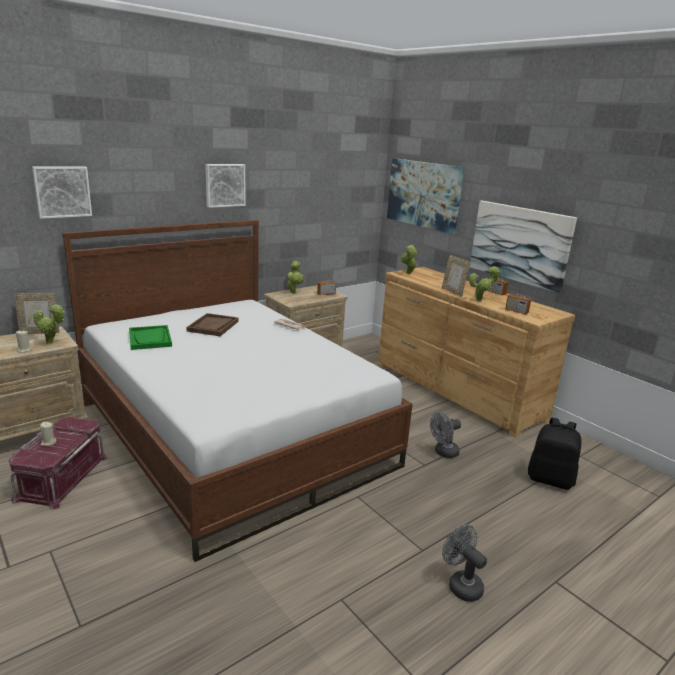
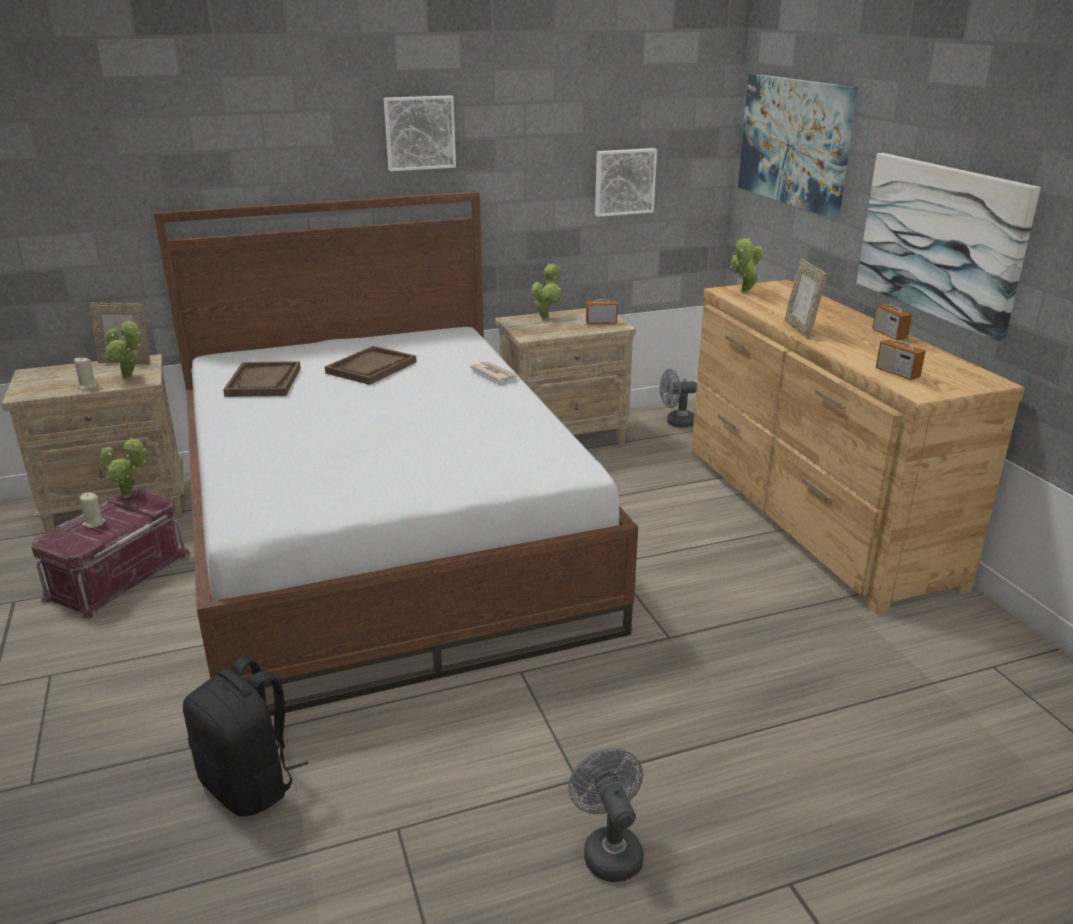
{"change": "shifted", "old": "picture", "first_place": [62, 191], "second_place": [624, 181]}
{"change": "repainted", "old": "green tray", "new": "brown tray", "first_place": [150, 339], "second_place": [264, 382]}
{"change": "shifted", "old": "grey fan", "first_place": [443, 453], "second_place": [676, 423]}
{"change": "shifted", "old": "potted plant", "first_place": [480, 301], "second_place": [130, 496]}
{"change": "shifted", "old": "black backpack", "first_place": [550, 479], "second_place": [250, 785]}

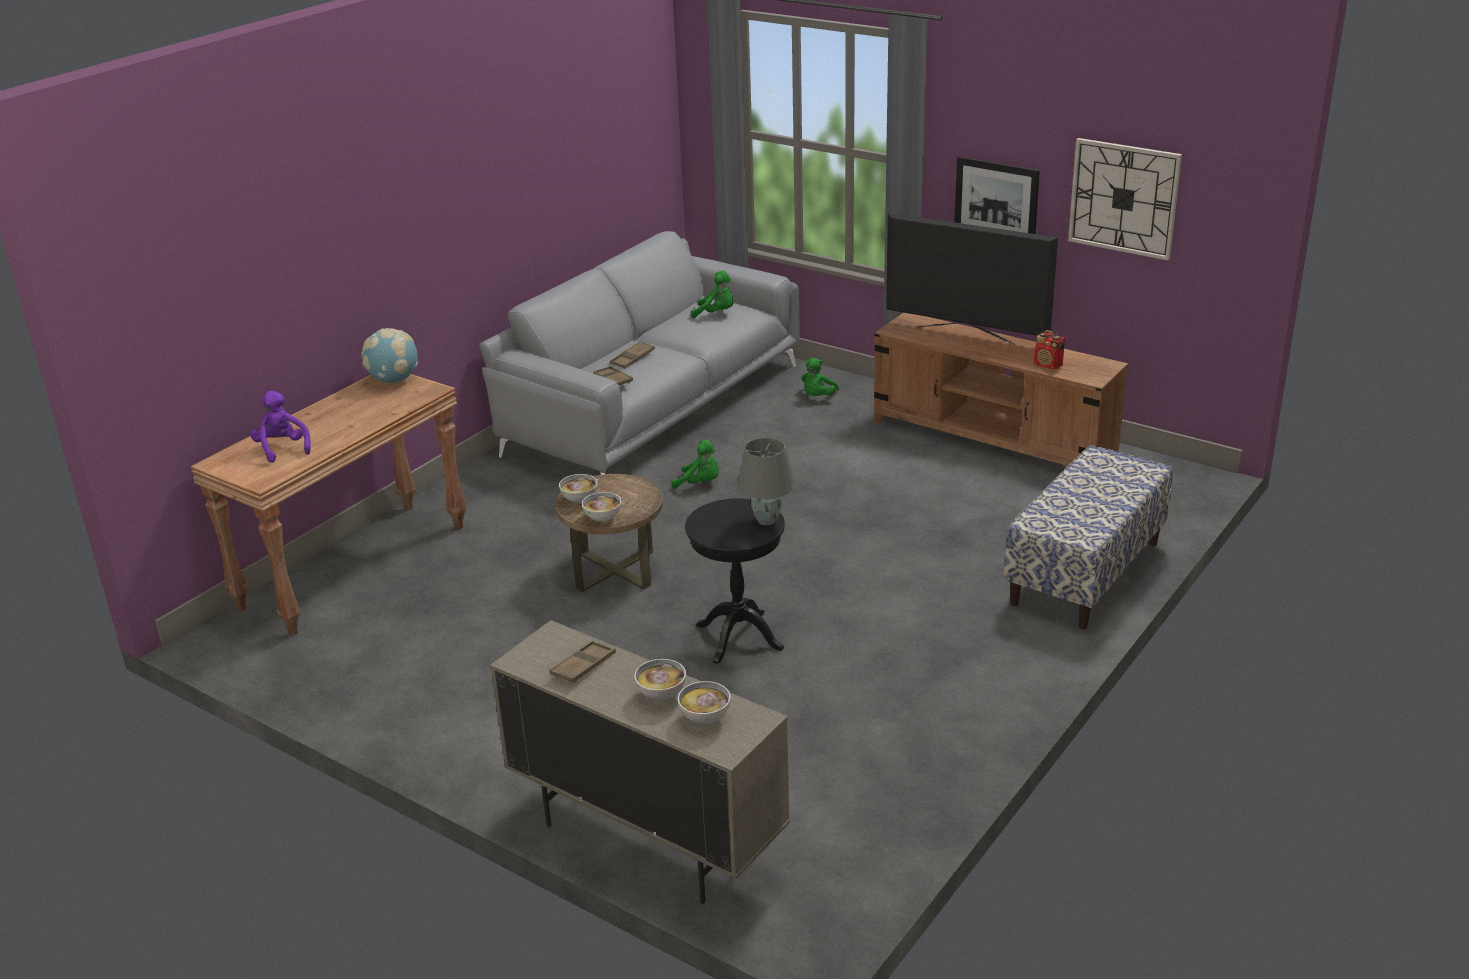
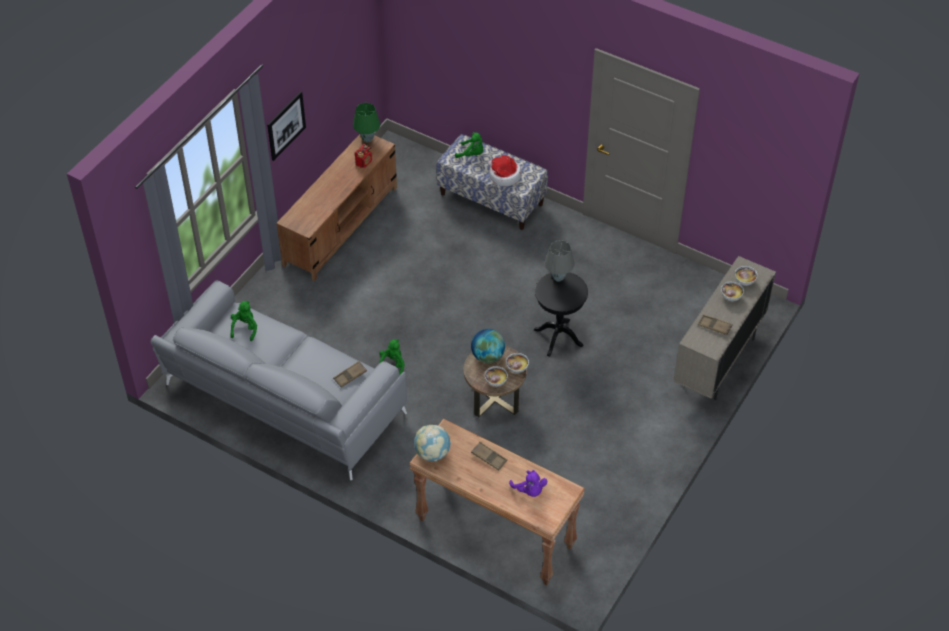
{"change": "rotated", "old": "purple plush toy", "first_place": [282, 449], "second_place": [529, 490], "degrees": -90}
{"change": "shifted", "old": "brown tray", "first_place": [632, 358], "second_place": [489, 457]}
{"change": "shifted", "old": "green plush toy", "first_place": [818, 397], "second_place": [472, 154]}
{"change": "gone", "old": "television", "first_place": [966, 335]}
{"change": "gone", "old": "wall clock", "first_place": [1124, 198]}
{"change": "new", "new": "green table lamp", "second_place": [367, 139]}
{"change": "new", "new": "globe", "second_place": [488, 356]}
{"change": "new", "new": "hat", "second_place": [504, 176]}

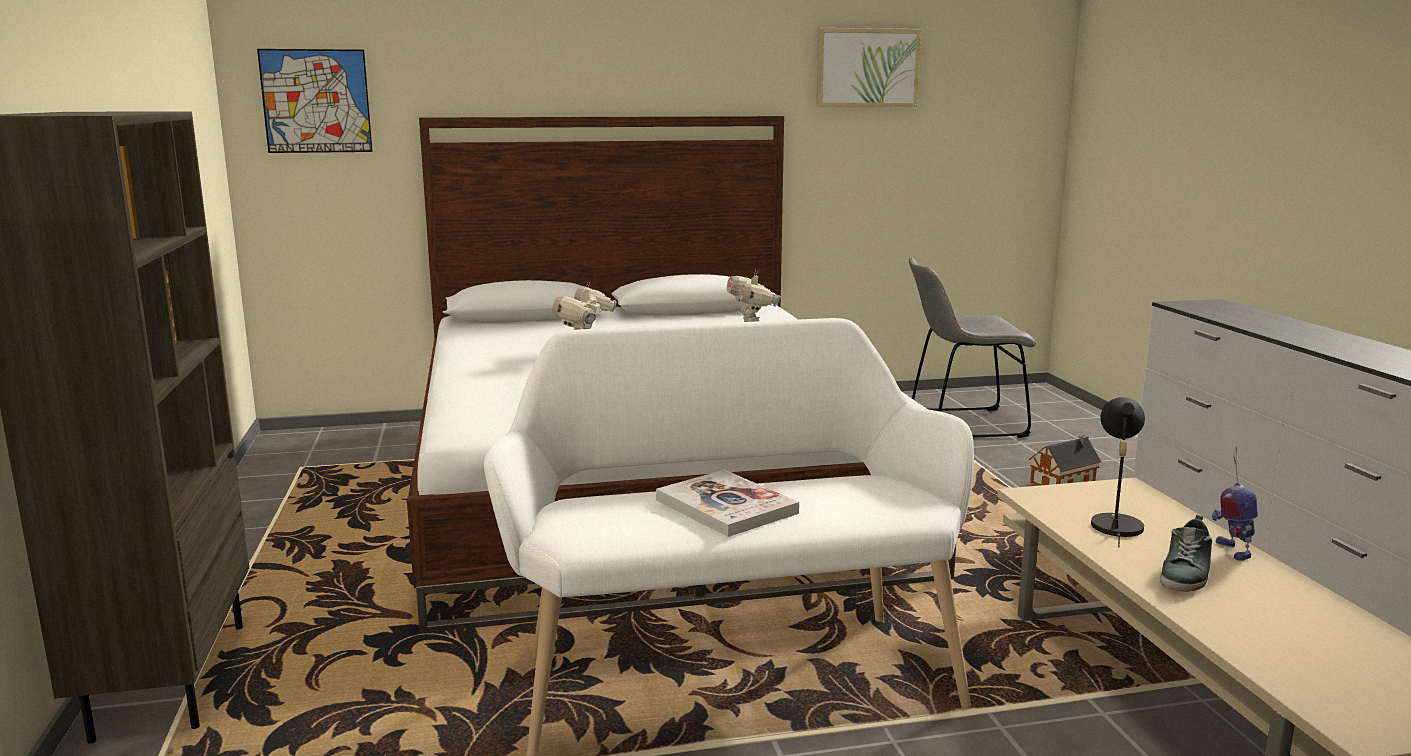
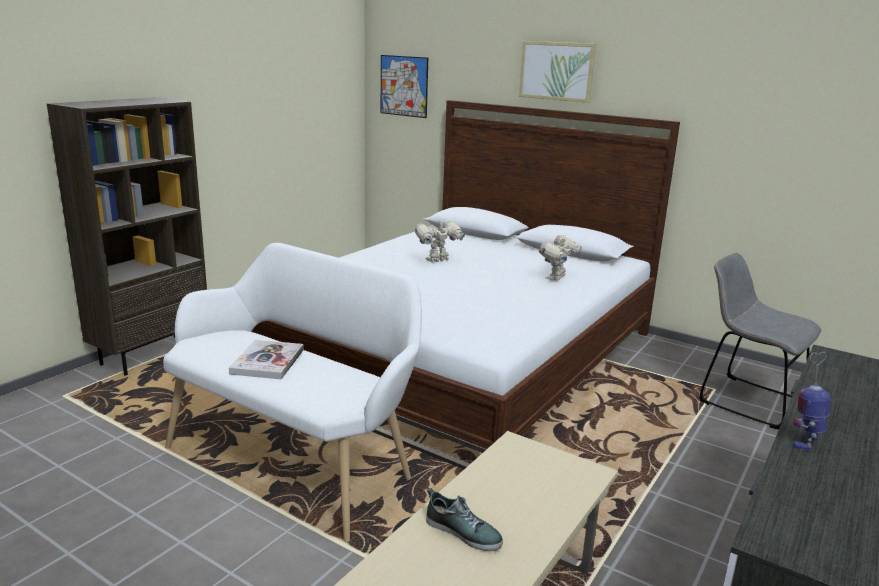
{"change": "shifted", "old": "picture", "first_place": [867, 68], "second_place": [557, 71]}
{"change": "gone", "old": "toy house", "first_place": [1065, 482]}
{"change": "gone", "old": "black table lamp", "first_place": [1114, 523]}
{"change": "rotated", "old": "shoe", "first_place": [1186, 573], "second_place": [463, 532], "degrees": -135}
{"change": "shifted", "old": "toy robot", "first_place": [1231, 550], "second_place": [805, 441]}

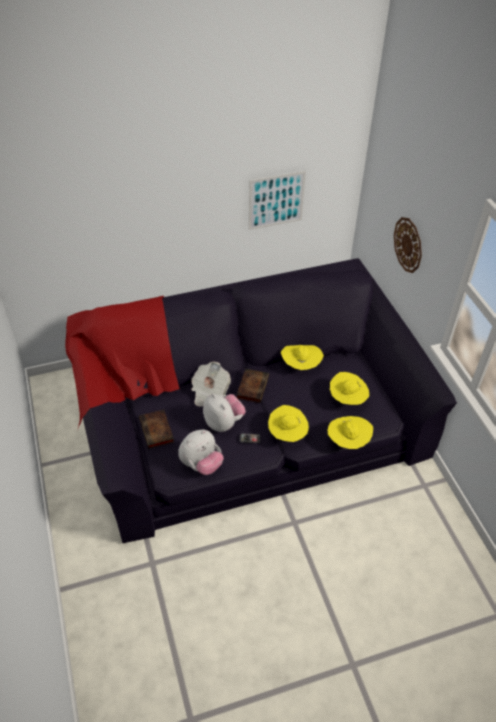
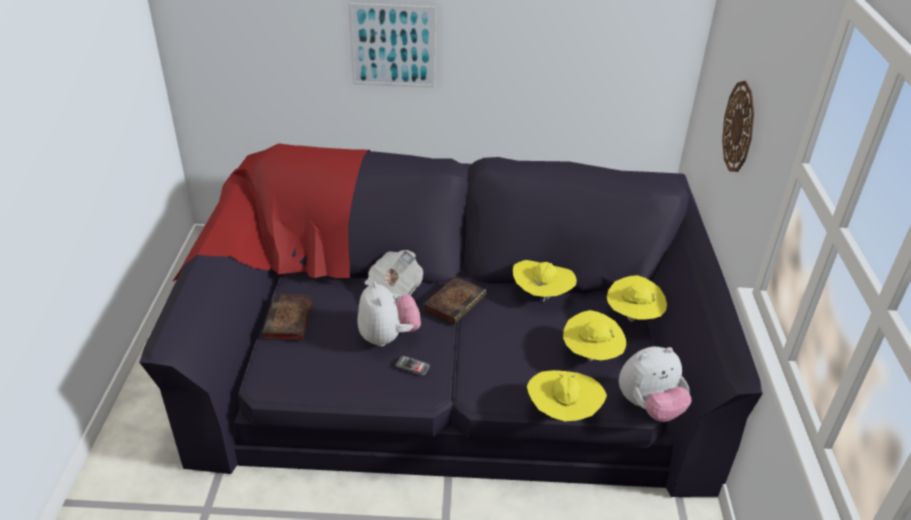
{"change": "shifted", "old": "plush toy", "first_place": [201, 464], "second_place": [649, 407]}
{"change": "shifted", "old": "picture", "first_place": [276, 200], "second_place": [392, 46]}
{"change": "shifted", "old": "yellow hat", "first_place": [287, 434], "second_place": [632, 318]}

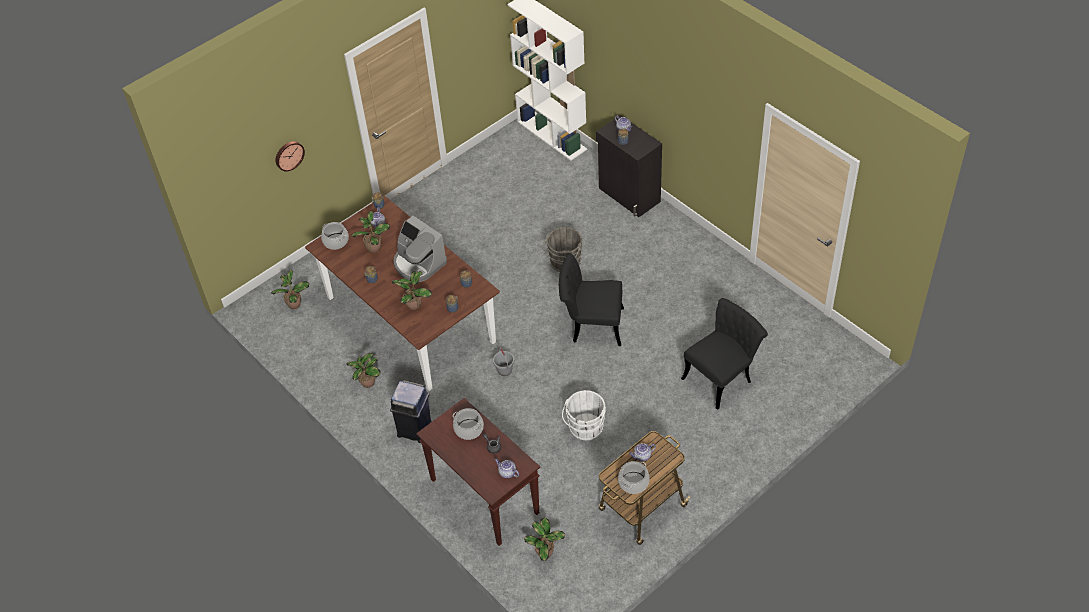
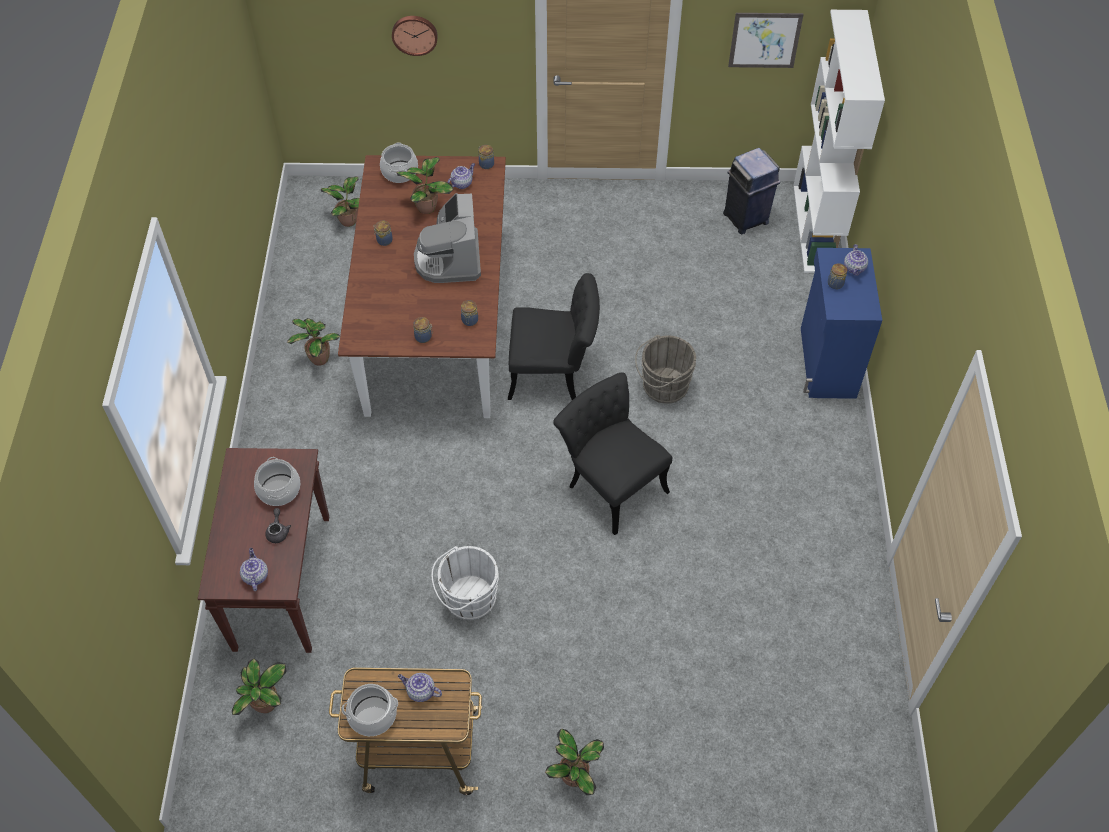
{"change": "shifted", "old": "blue trash can", "first_place": [415, 429], "second_place": [746, 219]}
{"change": "shifted", "old": "potted plant", "first_place": [414, 304], "second_place": [575, 776]}
{"change": "gone", "old": "grey bucket", "first_place": [504, 370]}
{"change": "repainted", "old": "black cabinet", "new": "blue cabinet", "first_place": [629, 195], "second_place": [826, 363]}
{"change": "shifted", "old": "black chair", "first_place": [722, 376], "second_place": [554, 373]}
{"change": "new", "new": "picture", "second_place": [765, 40]}

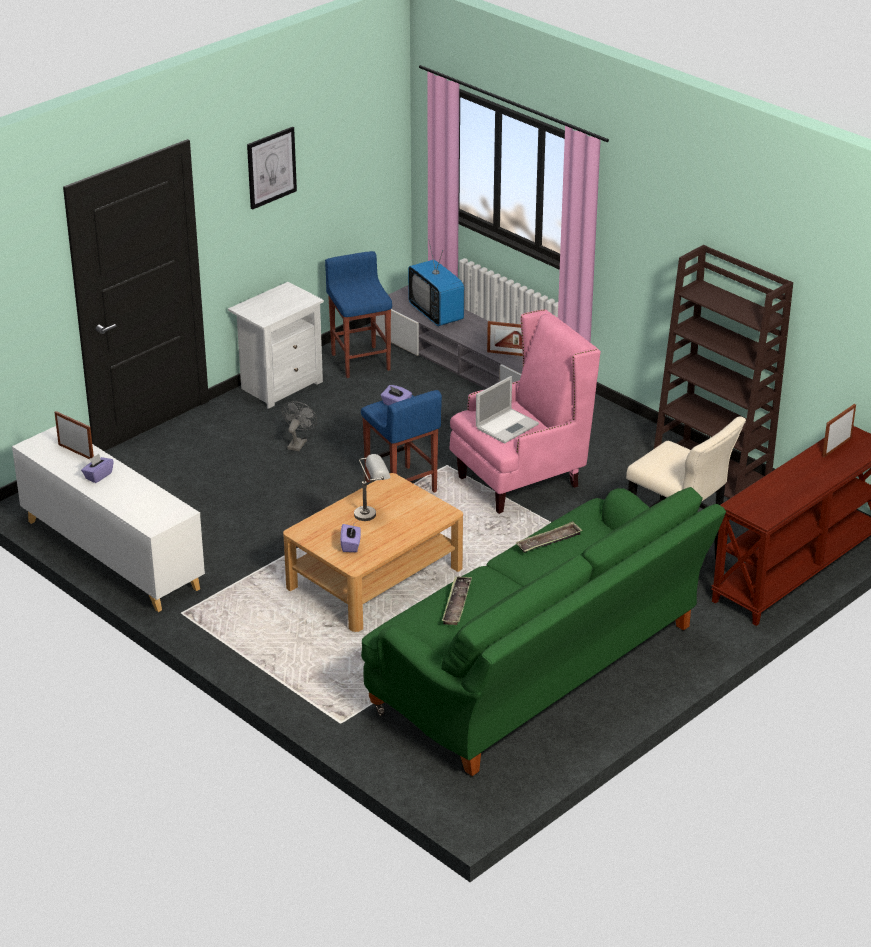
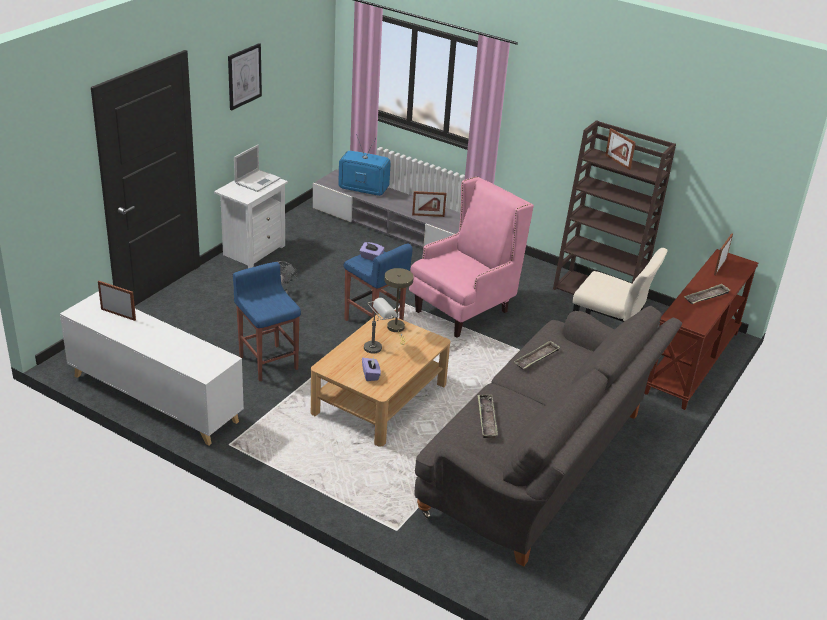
{"change": "gone", "old": "purple tissue box", "first_place": [98, 476]}
{"change": "shifted", "old": "blue stool", "first_place": [360, 361], "second_place": [268, 362]}
{"change": "repainted", "old": "green sofa", "new": "grey sofa", "first_place": [542, 671], "second_place": [542, 465]}
{"change": "rotated", "old": "television", "first_place": [436, 314], "second_place": [363, 189], "degrees": 150}
{"change": "shifted", "old": "laptop", "first_place": [507, 425], "second_place": [258, 180]}
{"change": "new", "new": "beige table lamp", "second_place": [397, 329]}
{"change": "new", "new": "picture frame", "second_place": [617, 162]}
{"change": "new", "new": "tray", "second_place": [706, 297]}

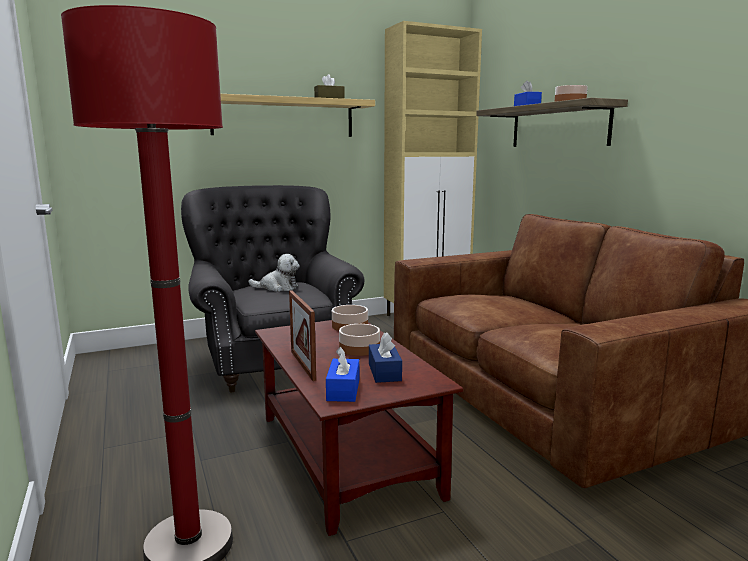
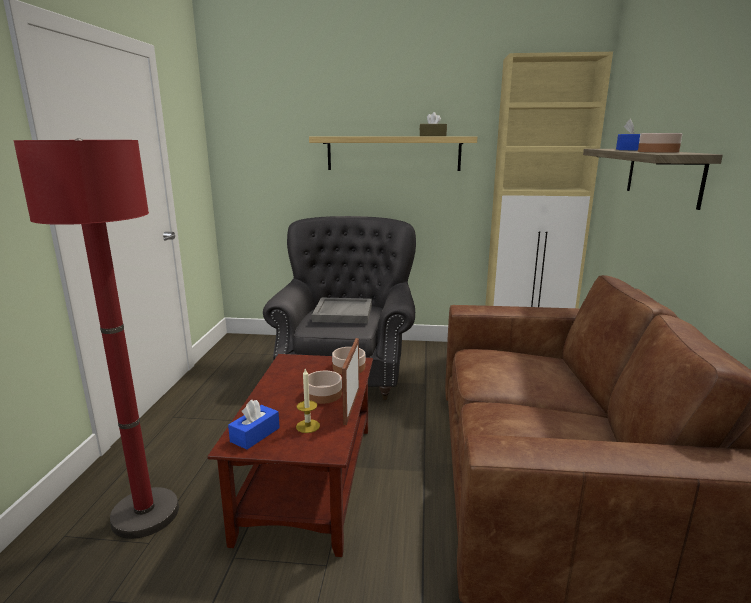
{"change": "swapped", "old": "plush toy", "new": "grey tray", "first_place": [278, 287], "second_place": [342, 313]}
{"change": "shifted", "old": "picture frame", "first_place": [302, 365], "second_place": [351, 405]}
{"change": "swapped", "old": "blue tissue box", "new": "candle", "first_place": [384, 372], "second_place": [308, 426]}

